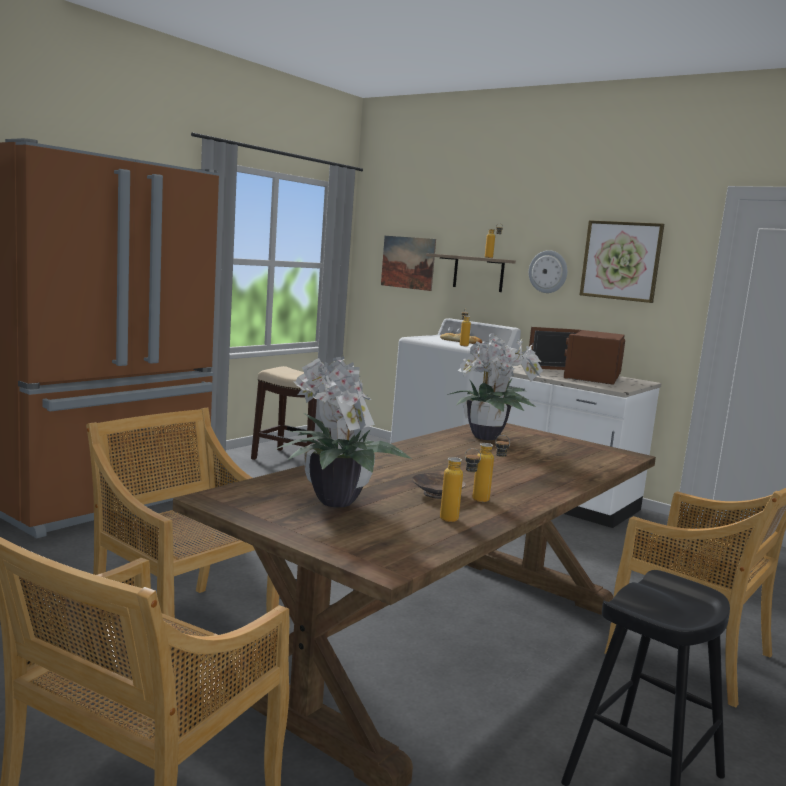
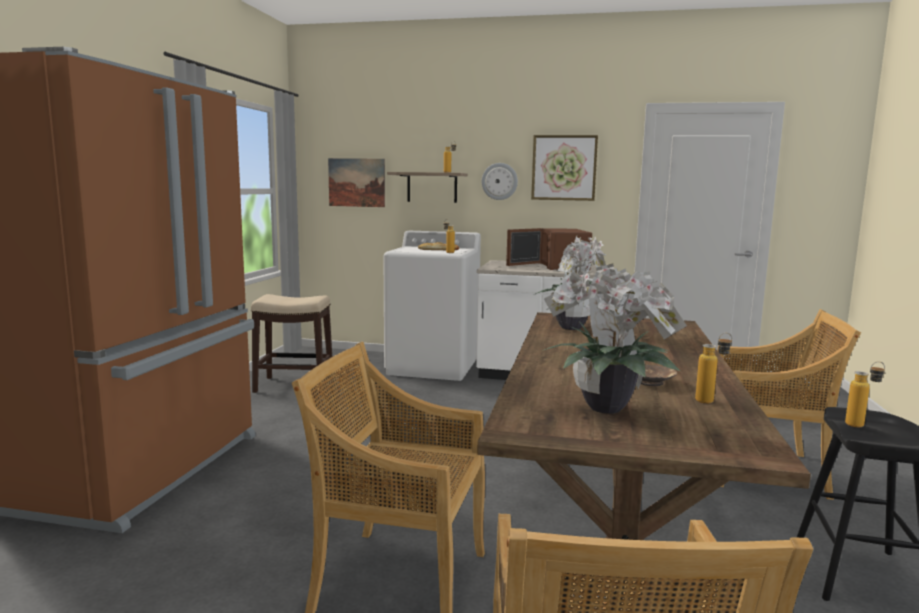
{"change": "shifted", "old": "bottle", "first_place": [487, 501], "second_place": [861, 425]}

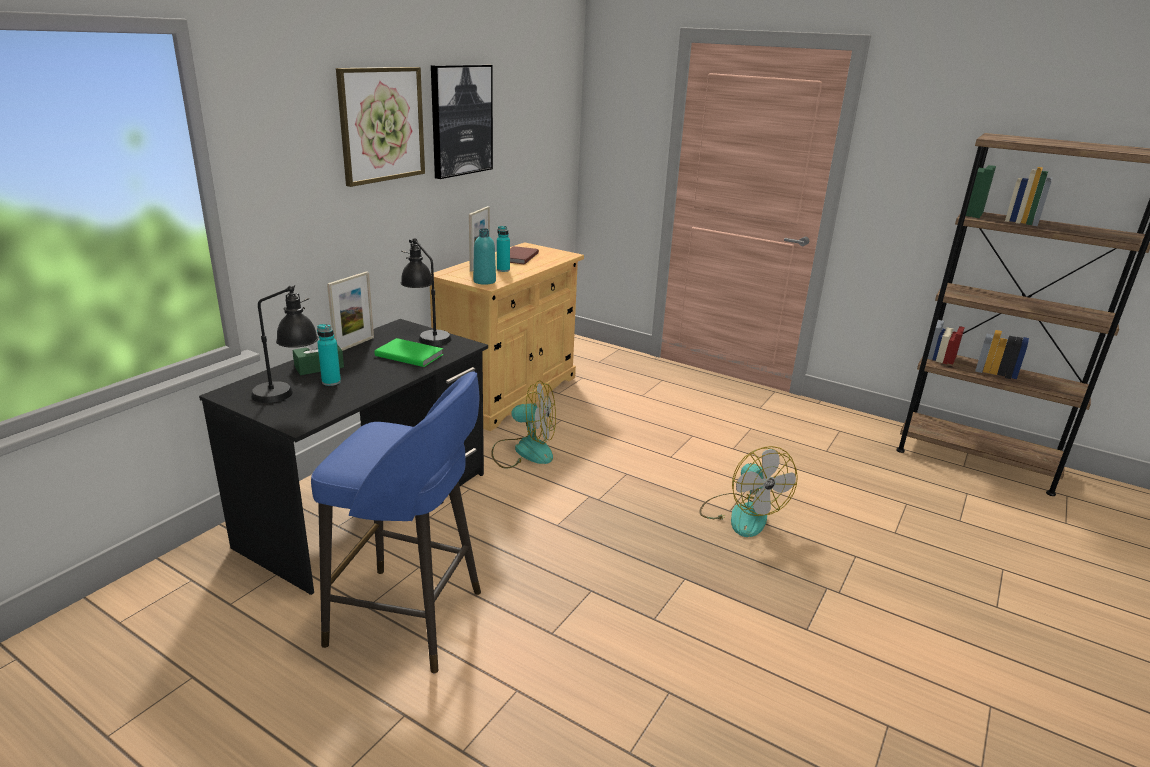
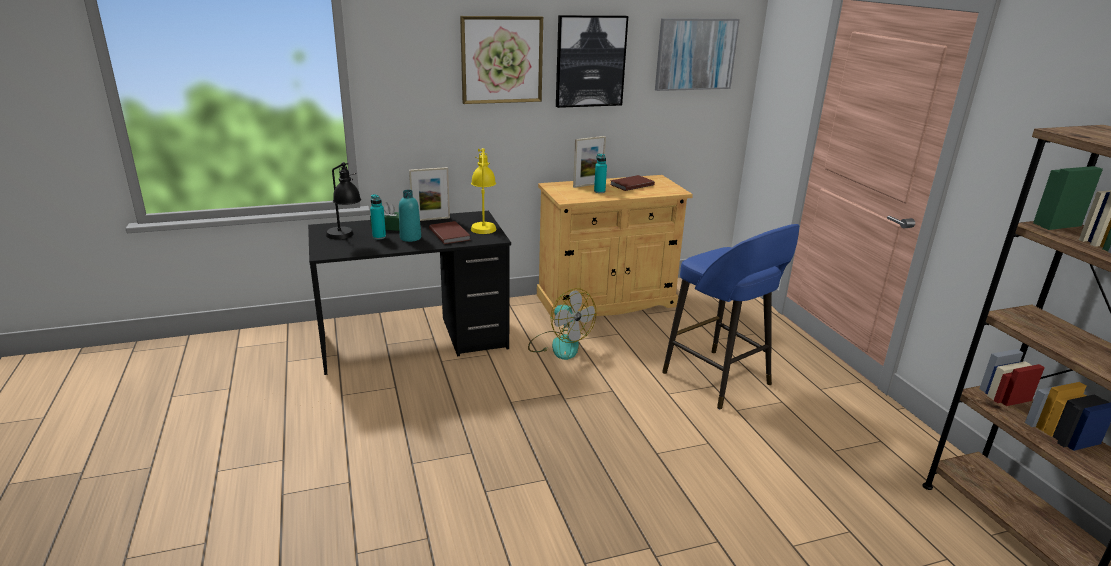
{"change": "shifted", "old": "blue stool", "first_place": [410, 619], "second_place": [718, 380]}
{"change": "repainted", "old": "green book", "new": "brown book", "first_place": [409, 354], "second_place": [450, 234]}
{"change": "repainted", "old": "black table lamp", "new": "yellow table lamp", "first_place": [426, 335], "second_place": [483, 225]}
{"change": "shifted", "old": "turquoise bottle", "first_place": [484, 281], "second_place": [410, 238]}
{"change": "gone", "old": "fan", "first_place": [741, 514]}
{"change": "new", "new": "picture", "second_place": [695, 54]}

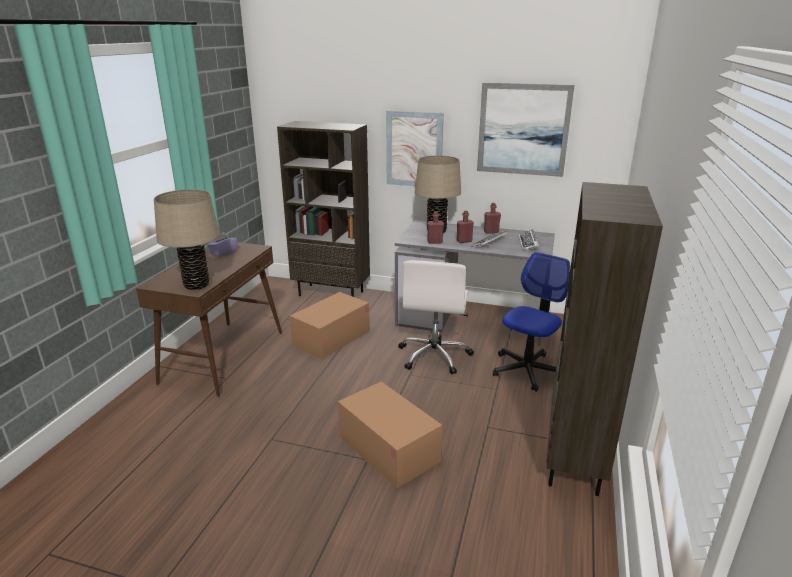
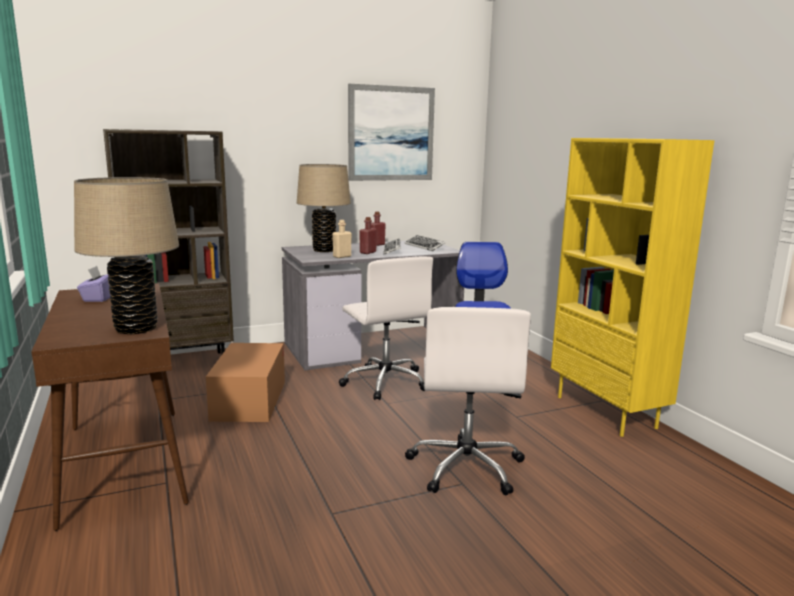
{"change": "swapped", "old": "cardboard box", "new": "white office chair", "first_place": [388, 449], "second_place": [466, 467]}
{"change": "gone", "old": "picture", "first_place": [414, 149]}
{"change": "repainted", "old": "red bottle", "new": "beige bottle", "first_place": [434, 242], "second_place": [342, 256]}
{"change": "repainted", "old": "brown bookcase", "new": "yellow bookcase", "first_place": [575, 458], "second_place": [607, 412]}

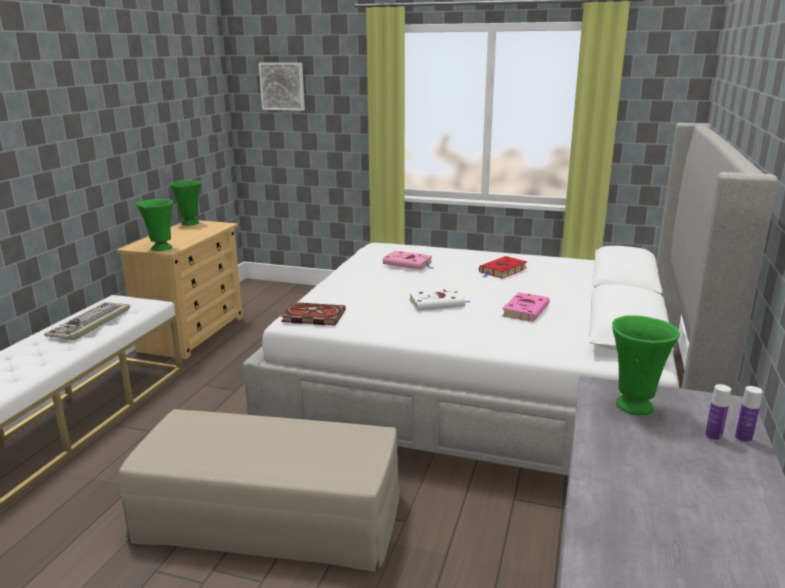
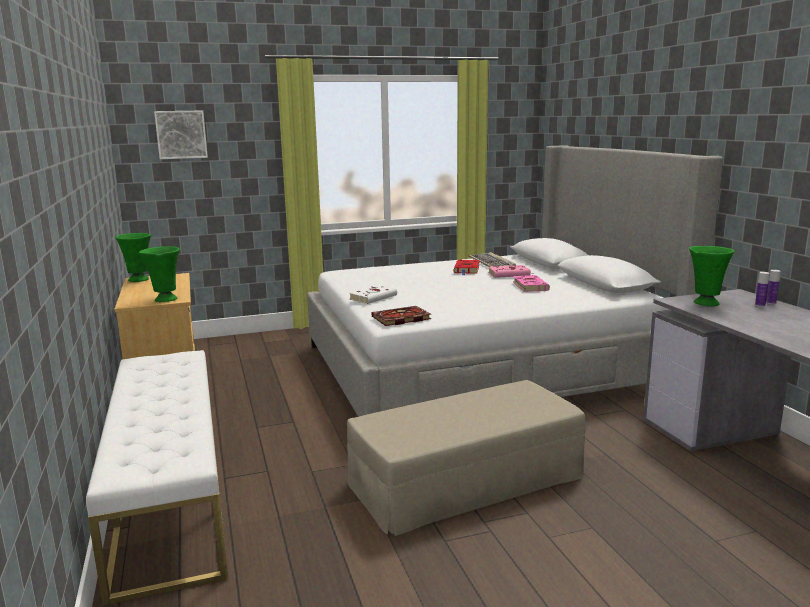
{"change": "shifted", "old": "keyboard", "first_place": [90, 323], "second_place": [492, 263]}
{"change": "shifted", "old": "pink book", "first_place": [409, 263], "second_place": [510, 274]}
{"change": "shifted", "old": "white book", "first_place": [438, 303], "second_place": [374, 297]}

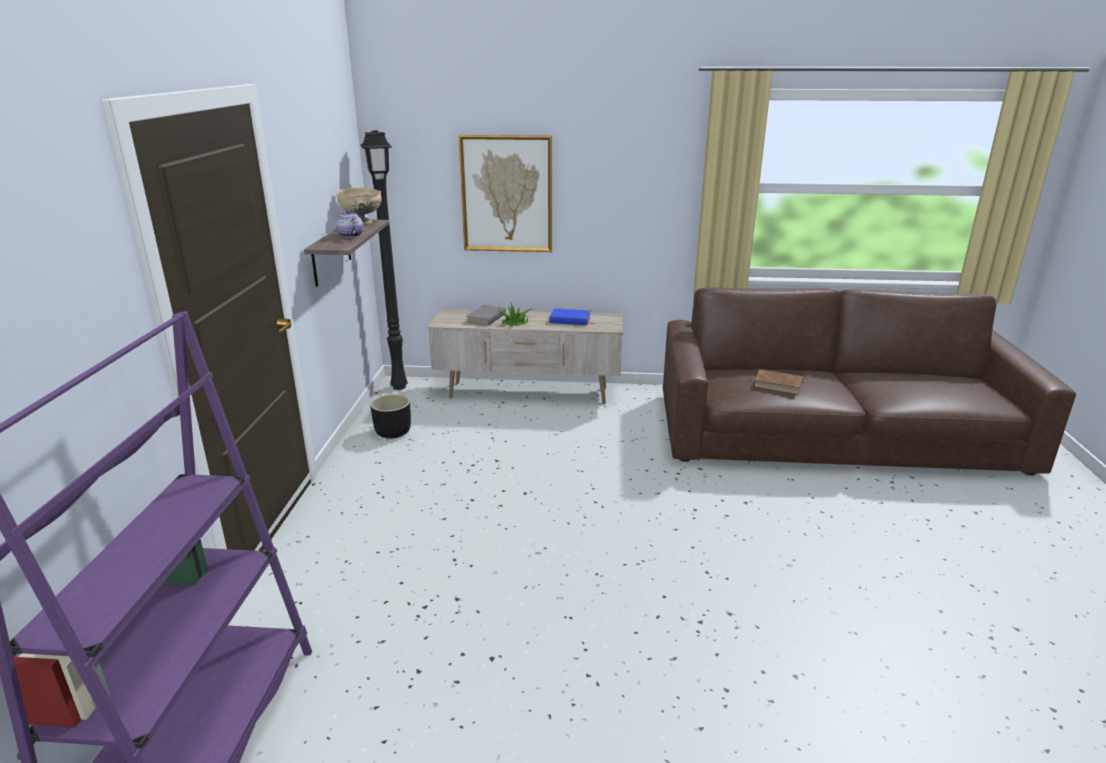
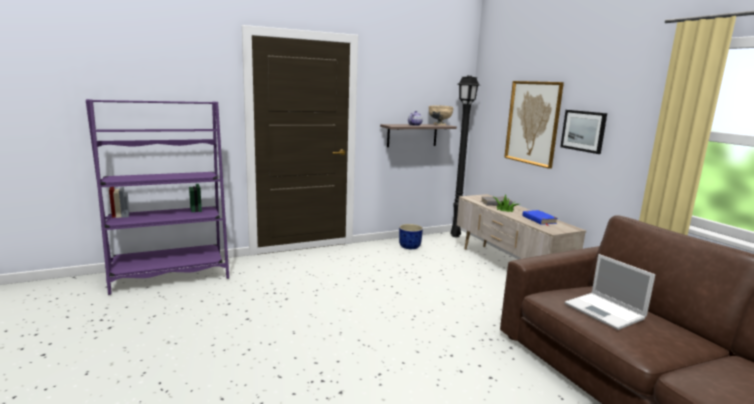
{"change": "repainted", "old": "black planter", "new": "blue planter", "first_place": [392, 432], "second_place": [409, 246]}
{"change": "swapped", "old": "brown book", "new": "laptop", "first_place": [777, 385], "second_place": [605, 311]}
{"change": "new", "new": "picture", "second_place": [583, 131]}

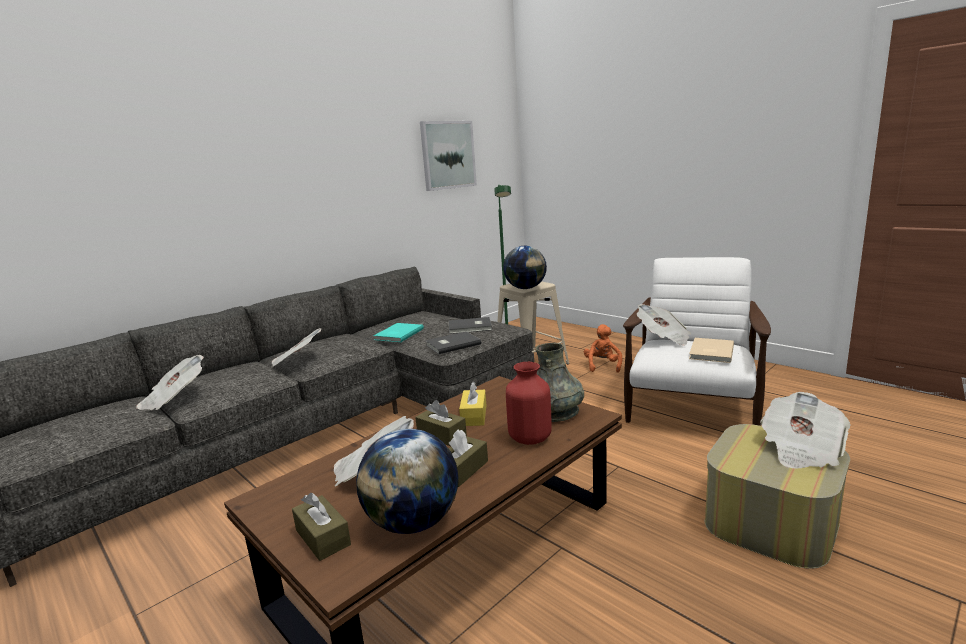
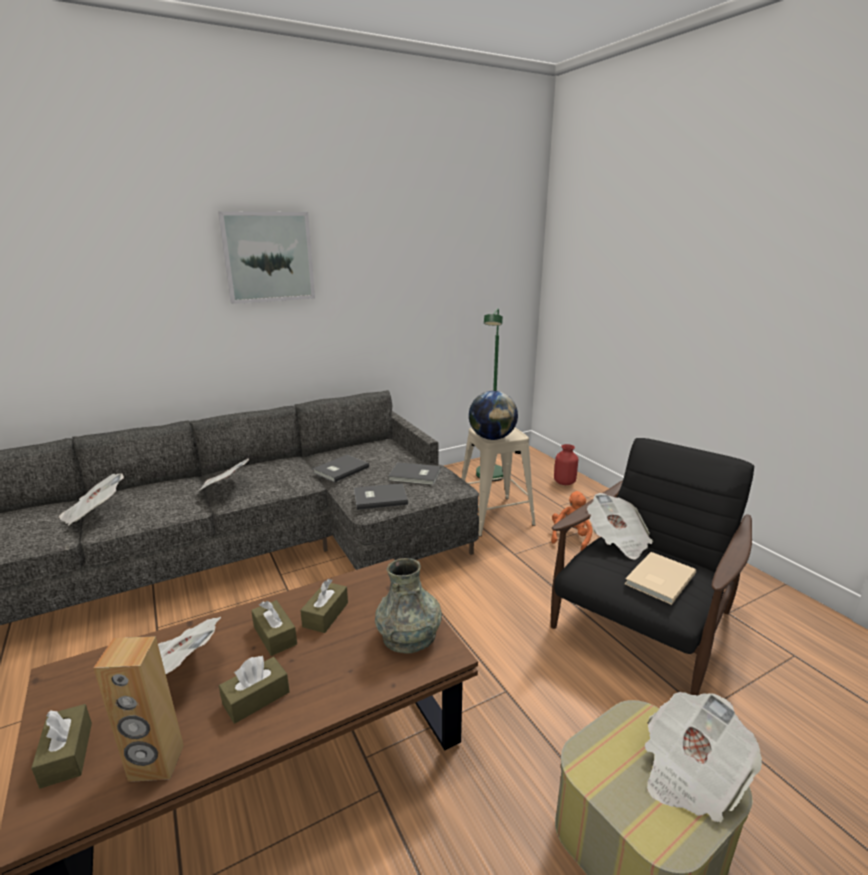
{"change": "swapped", "old": "globe", "new": "brown speaker", "first_place": [413, 522], "second_place": [156, 763]}
{"change": "repainted", "old": "turquoise book", "new": "grey book", "first_place": [397, 334], "second_place": [339, 470]}
{"change": "shifted", "old": "picture", "first_place": [448, 155], "second_place": [268, 257]}
{"change": "repainted", "old": "yellow tissue box", "new": "brown tissue box", "first_place": [474, 415], "second_place": [325, 614]}
{"change": "shifted", "old": "red vase", "first_place": [529, 438], "second_place": [564, 482]}
{"change": "repainted", "old": "white armchair", "new": "black armchair", "first_place": [692, 406], "second_place": [641, 624]}

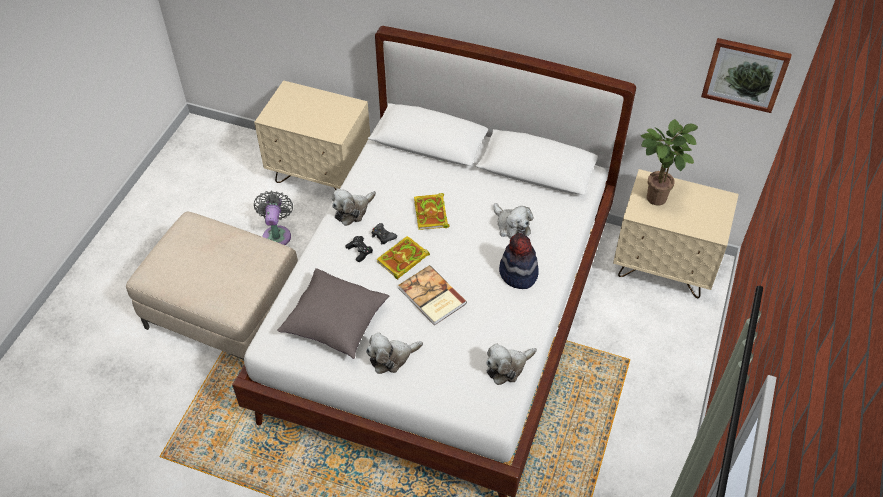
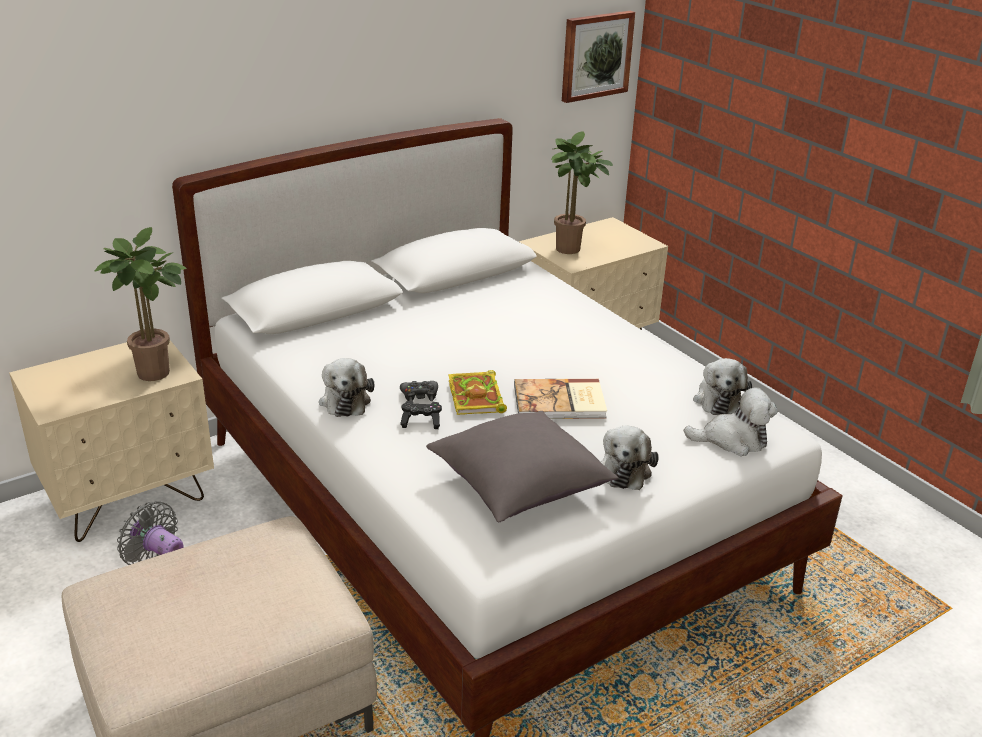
{"change": "gone", "old": "book", "first_place": [431, 214]}
{"change": "shifted", "old": "plush toy", "first_place": [511, 226], "second_place": [732, 440]}
{"change": "gone", "old": "hat", "first_place": [518, 273]}
{"change": "new", "new": "potted plant", "second_place": [156, 375]}

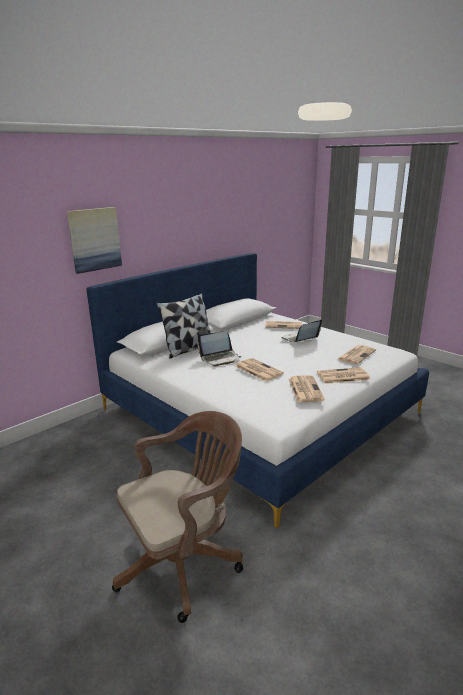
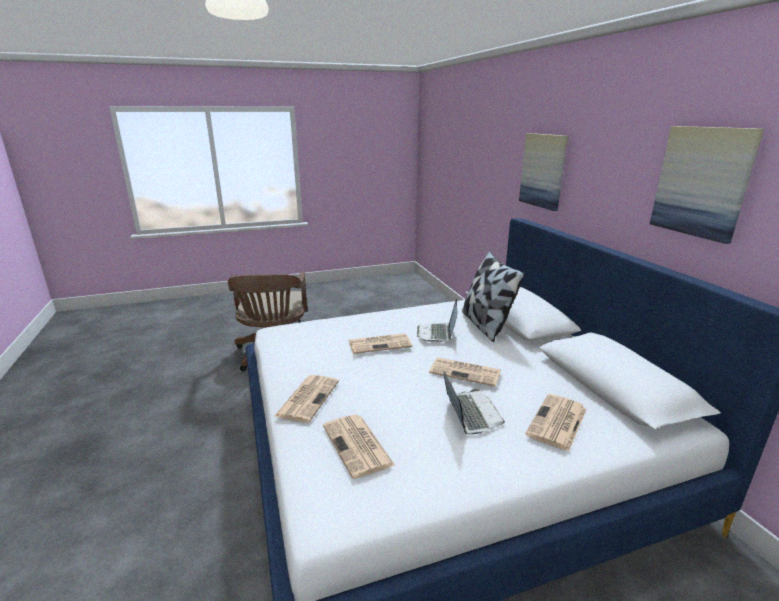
{"change": "shifted", "old": "newspaper", "first_place": [305, 389], "second_place": [466, 372]}
{"change": "new", "new": "picture", "second_place": [702, 182]}

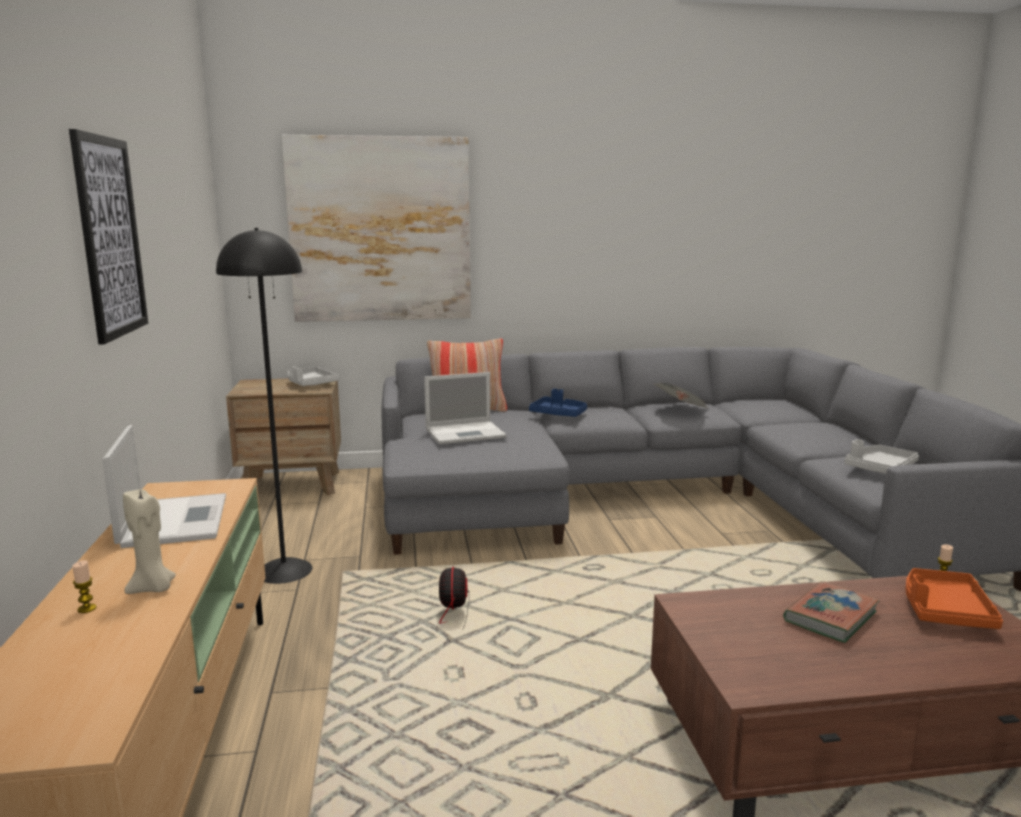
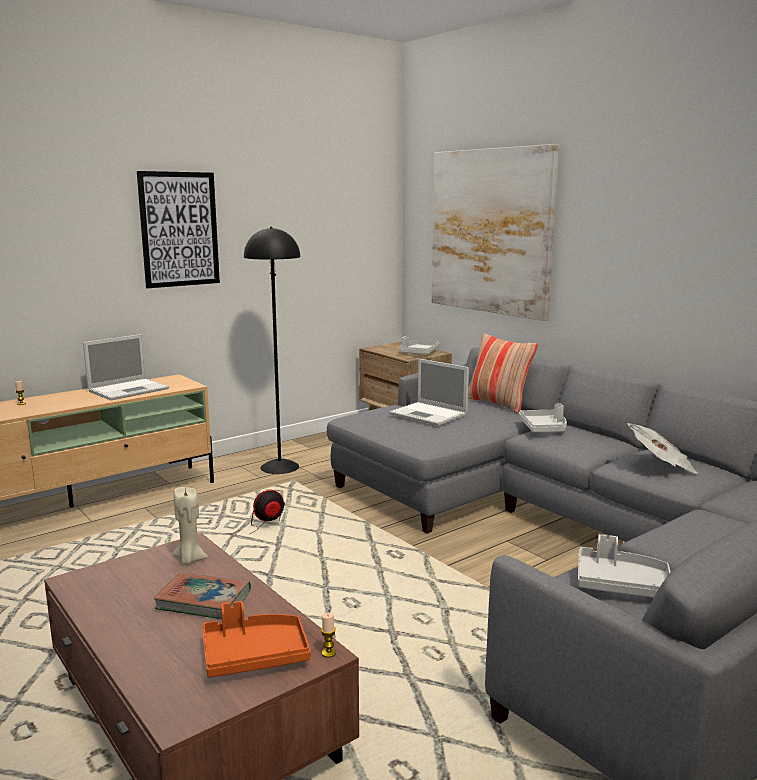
{"change": "shifted", "old": "beige candle", "first_place": [153, 589], "second_place": [190, 560]}
{"change": "repainted", "old": "blue tray", "new": "grey tray", "first_place": [558, 414], "second_place": [544, 428]}

